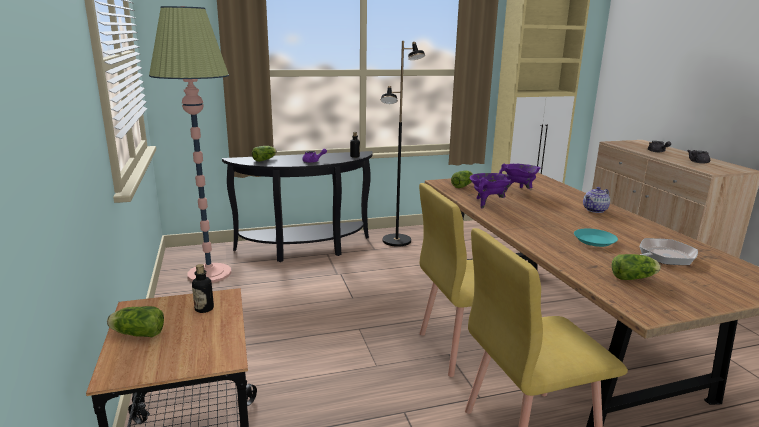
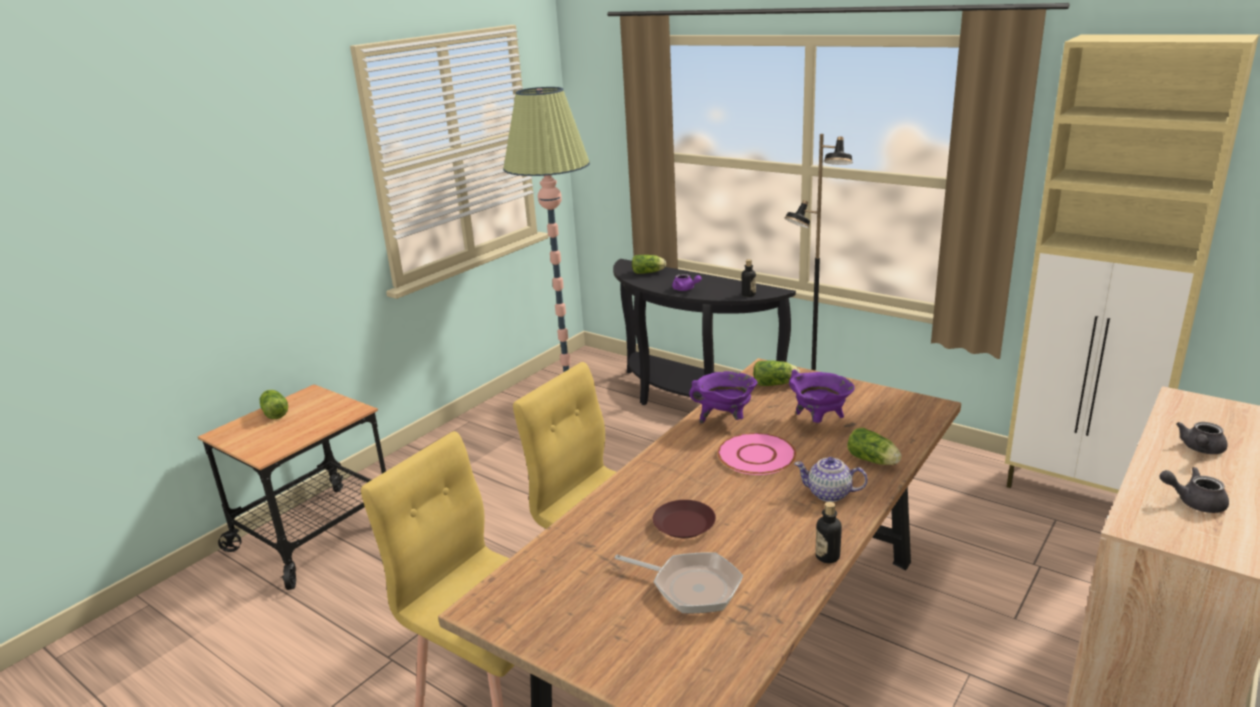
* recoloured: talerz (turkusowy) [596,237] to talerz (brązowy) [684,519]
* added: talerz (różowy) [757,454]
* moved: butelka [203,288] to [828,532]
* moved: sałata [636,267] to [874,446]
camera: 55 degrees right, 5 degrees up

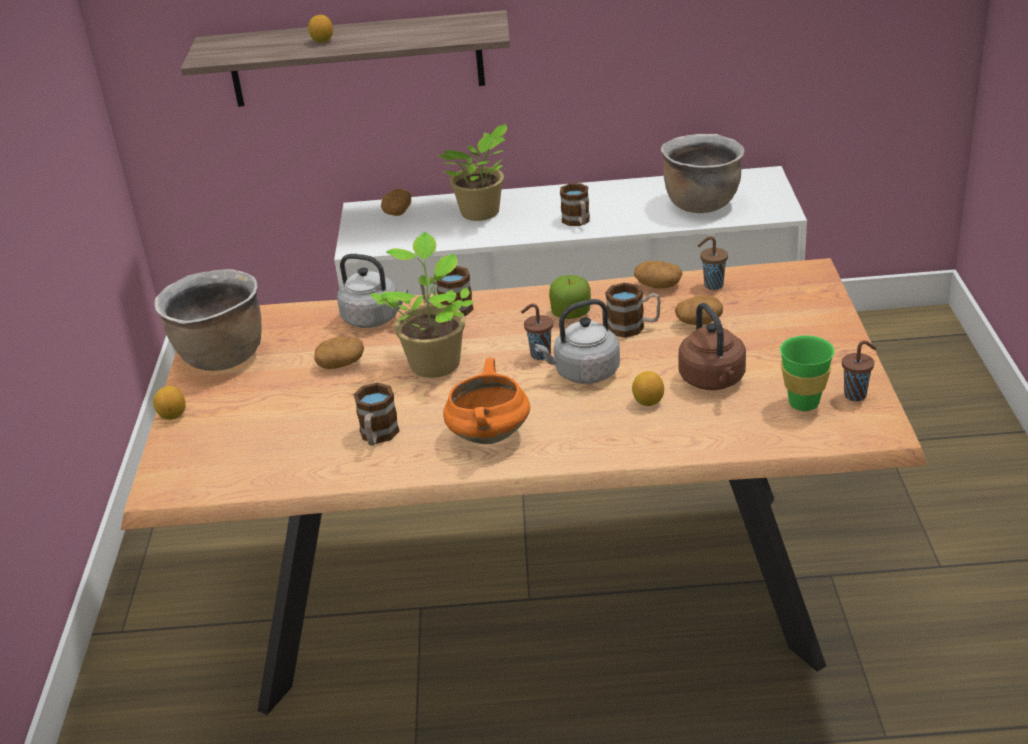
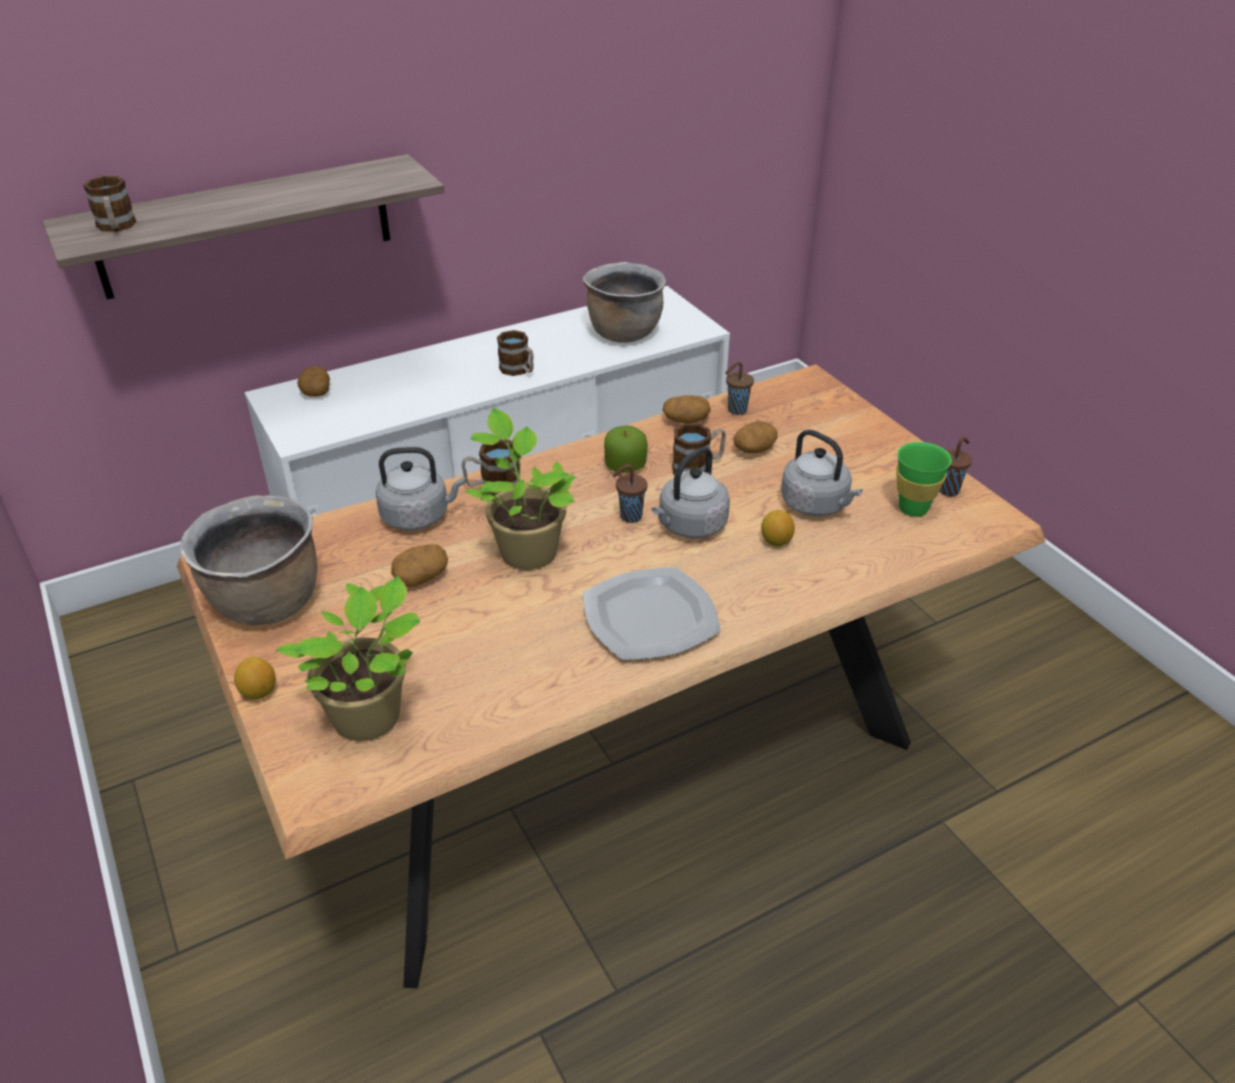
* moved: kubek [376,414] to [110,204]
* moved: roślina doniczkowa [472,172] to [348,658]
* replaced: garnek (pomarańczowy) [486,401] to talerz [652,613]
* recoloured: czajnik (brązowy) [712,346] to czajnik (szary) [821,472]
* removed: cytryna [320,29]
camera: 30 degrees left, 5 degrees up

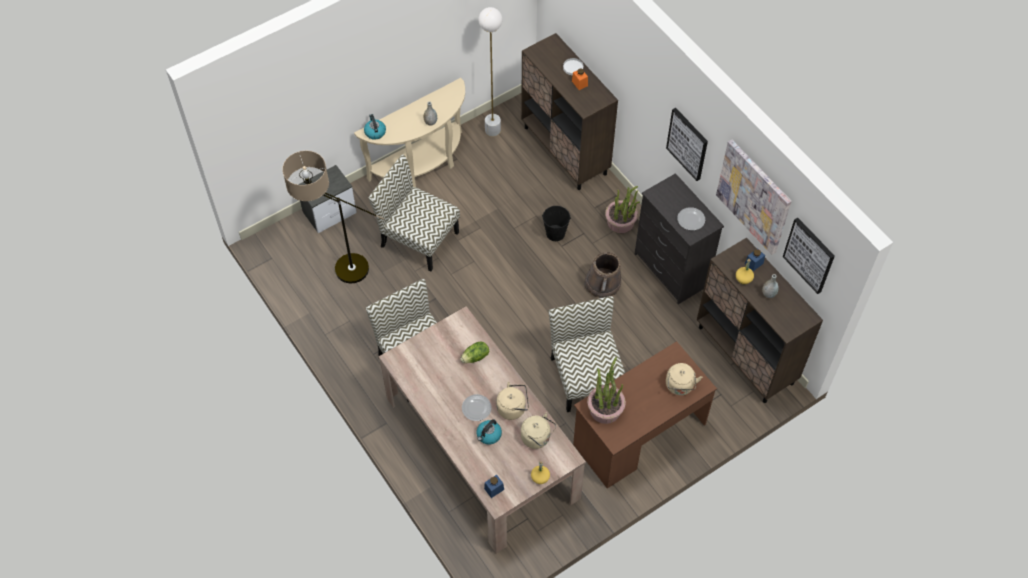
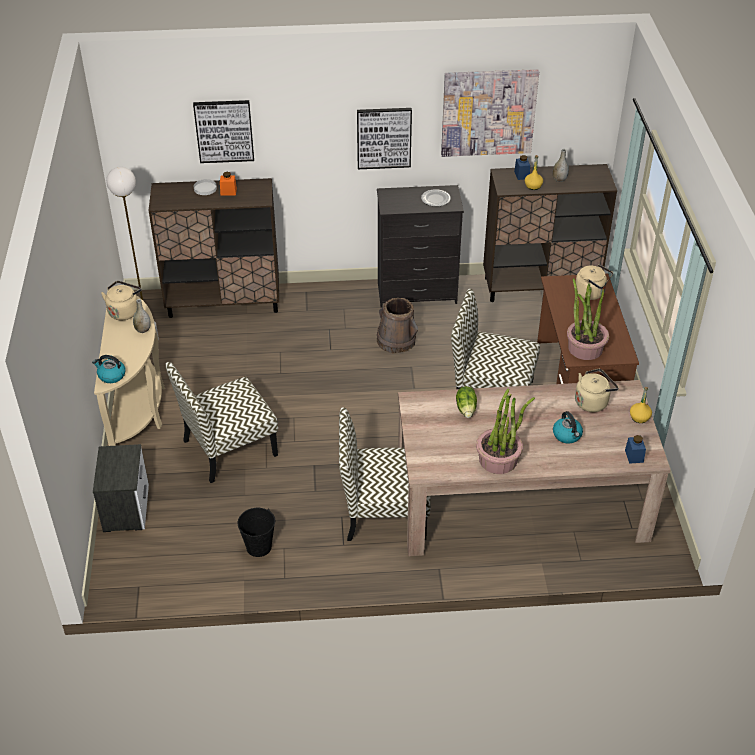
* moved: czajnik (beżowy) [512,401] to [121,300]
* moved: obraz [809,256] to [223,131]
* moved: wiadro (czarny) [556,223] to [256,532]
* moved: roślina doniczkowa [622,209] to [505,431]
* removed: lampa stojąca [333,217]
* removed: talerz [476,407]
camera: 60 degrees left, 15 degrees down

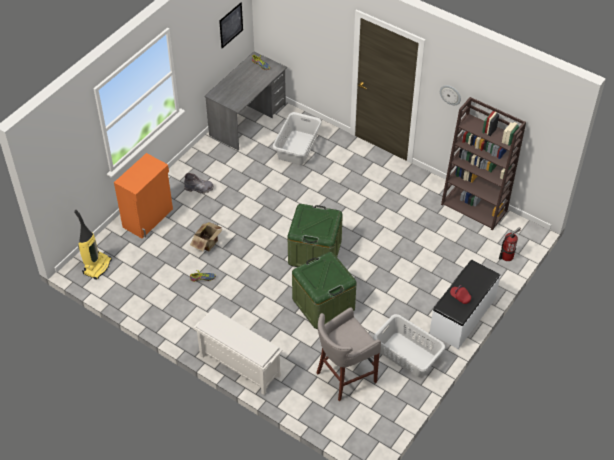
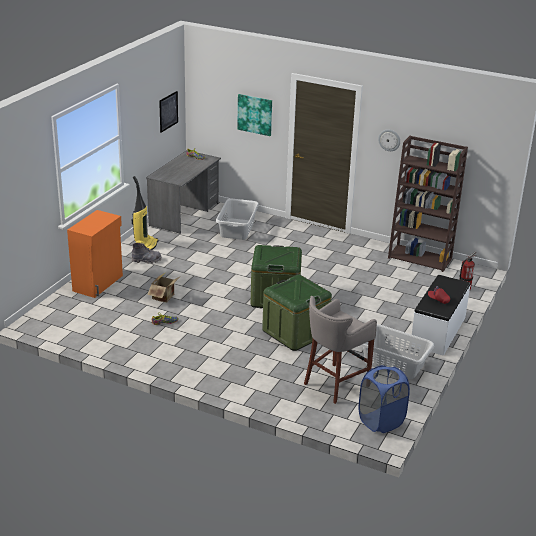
* moved: odkurzacz [93,245] to [145,213]
* added: obraz [254,115]
* added: kosz na pranie (niebieski) [384,399]
* removed: regał na buty (biały) [238,351]
camera: 10 degrees left, 20 degrees down

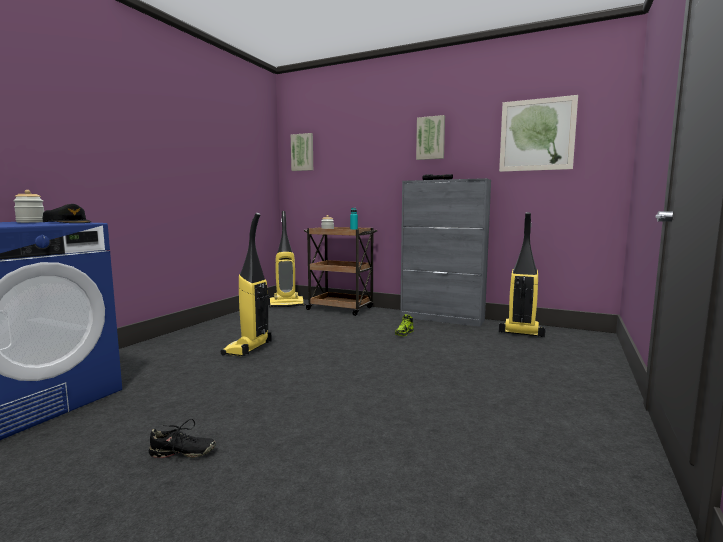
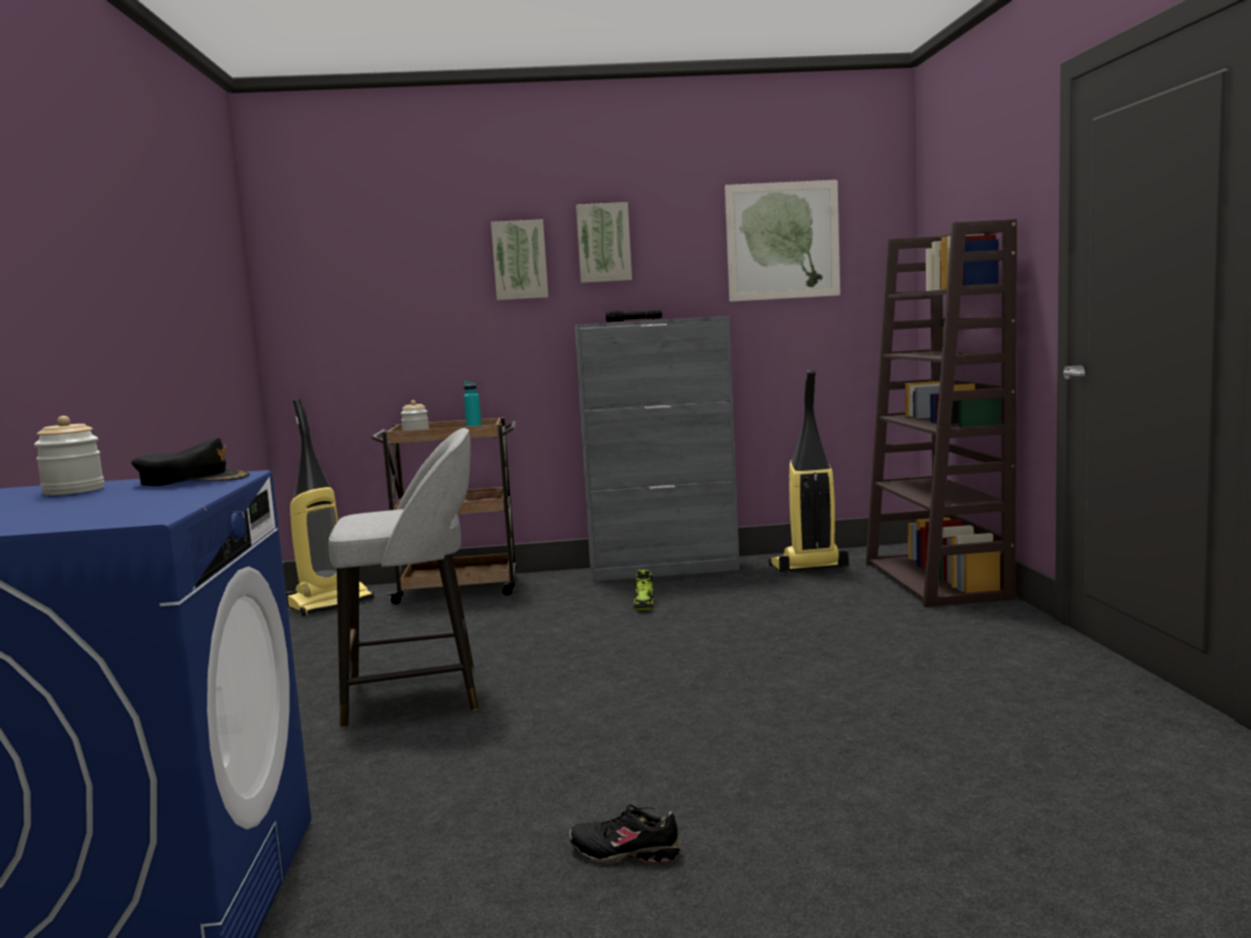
* replaced: odkurzacz [246,284] to stołek (szary) [403,577]
* moved: obraz [302,152] to [519,259]
* turned: but (czarny) [182,438] = [625,834] 135 degrees counterclockwise
* added: regał (brązowy) [941,413]
camera: 30 degrees left, 0 degrees up

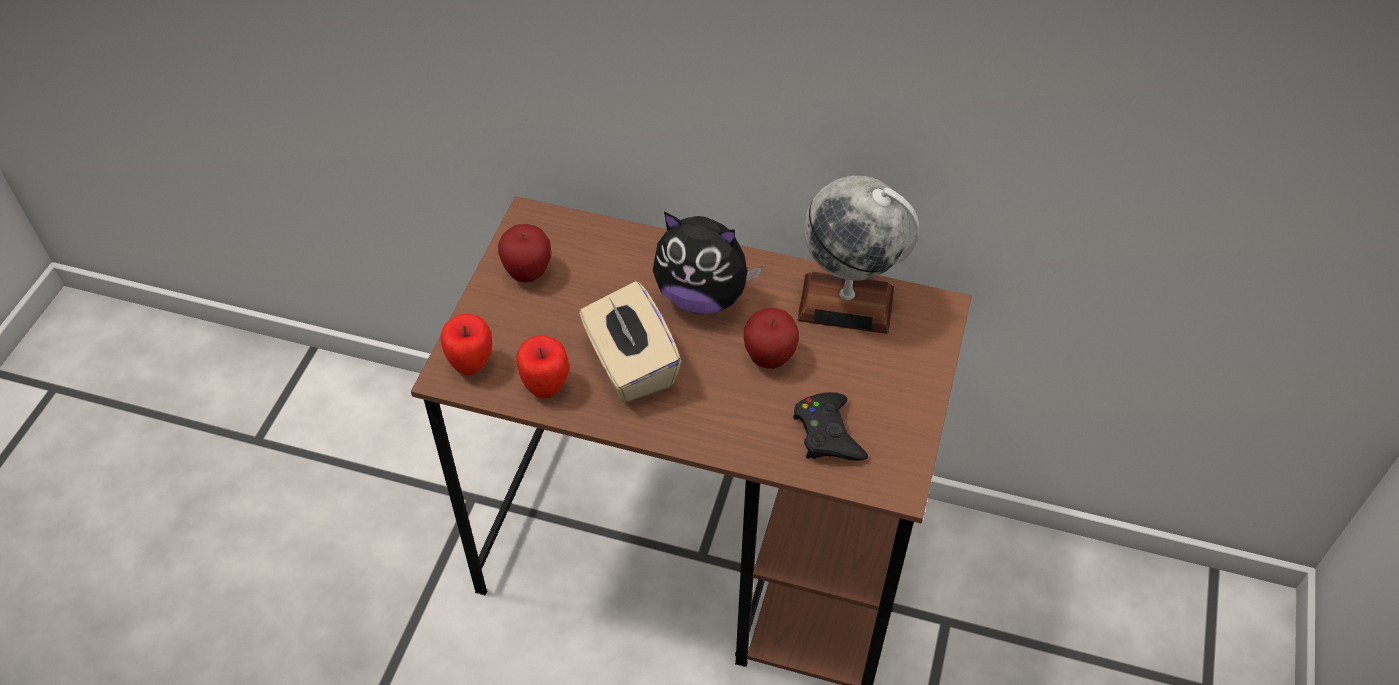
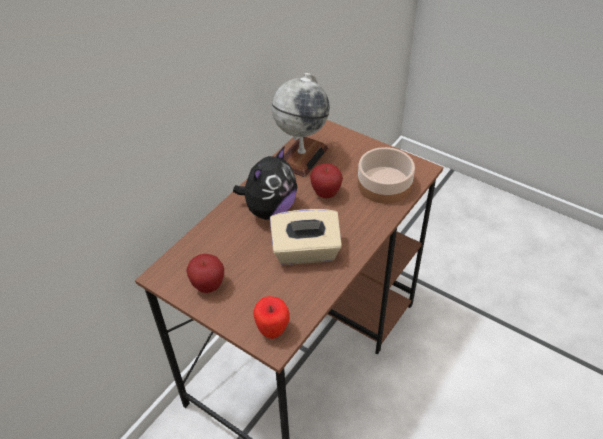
* replaced: pad do gier (czarny) [830,426] to miska [386,175]
* removed: jabłko [543,367]
camera: 70 degrees left, 5 degrees down

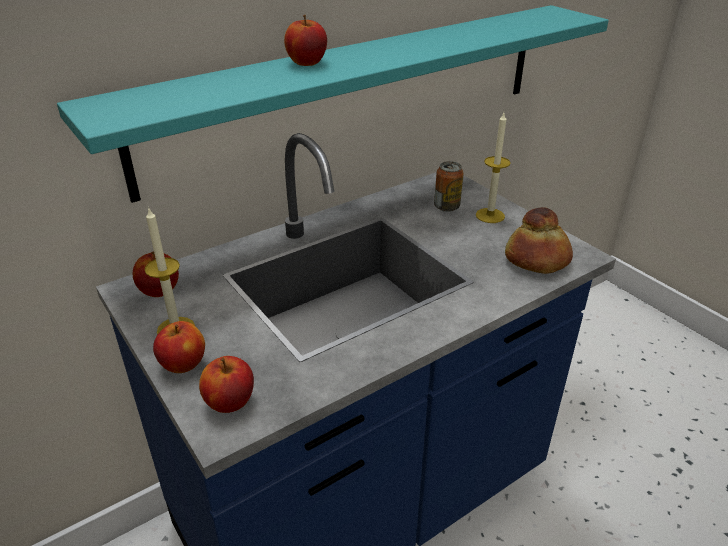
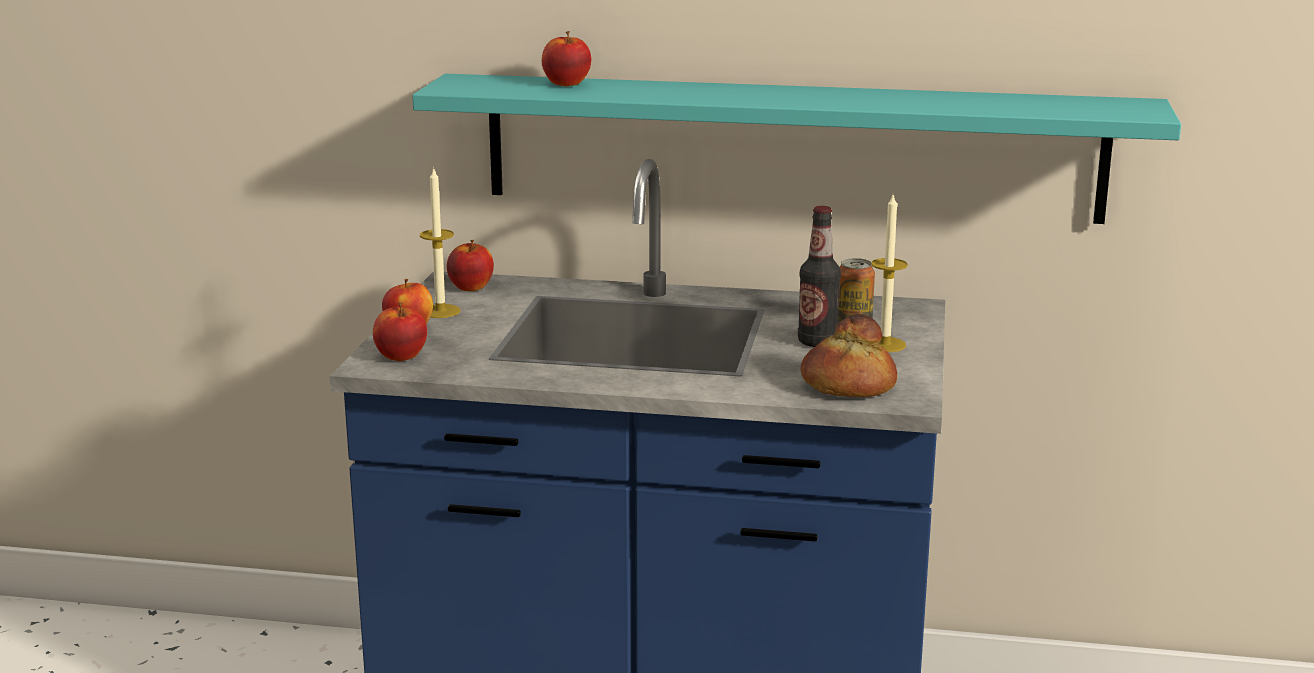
* moved: jabłko [305,40] to [566,58]
* added: butelka [819,276]
camera: 45 degrees right, 15 degrees down

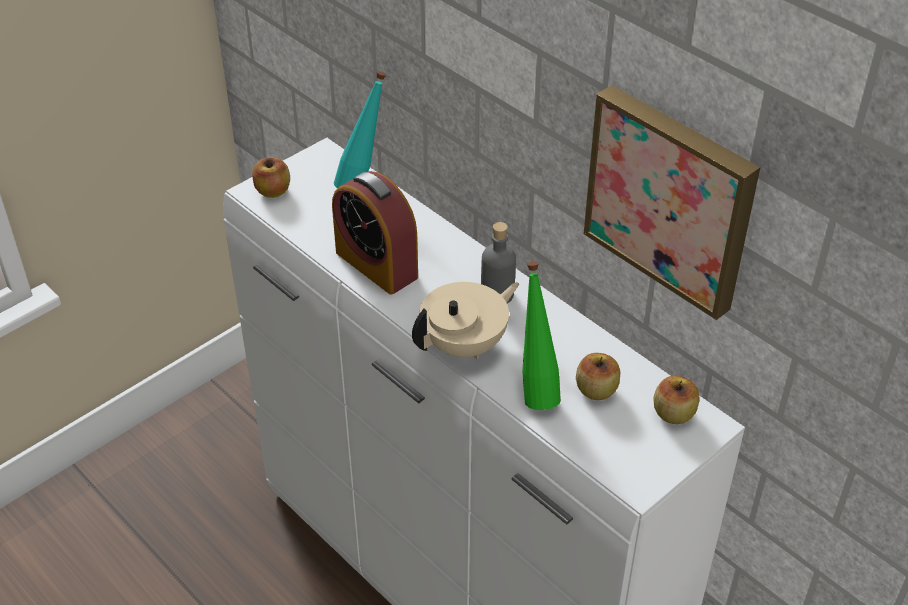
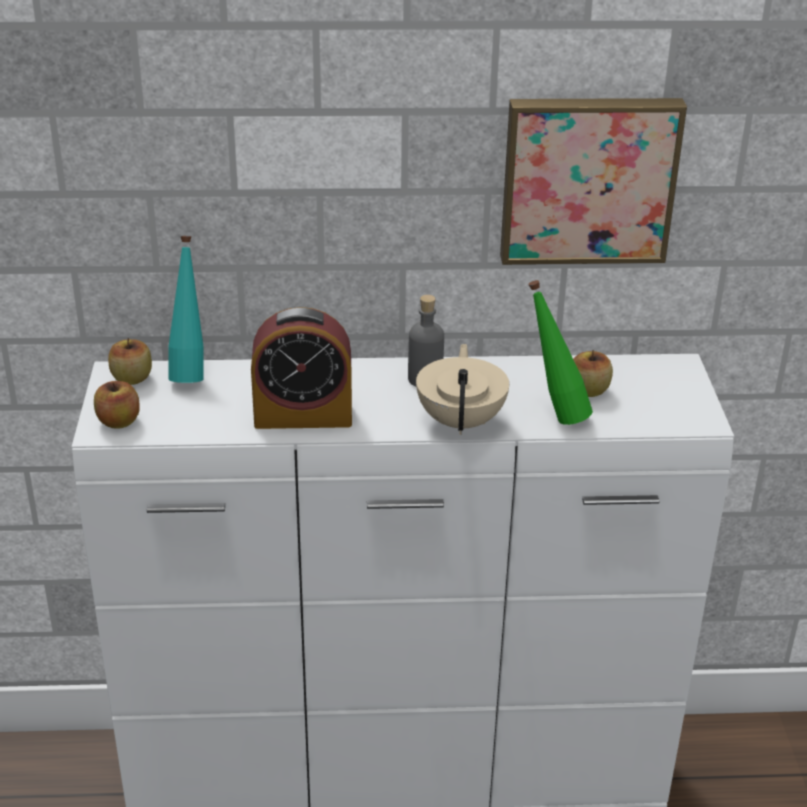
* moved: jabłko [676,400] to [130,361]
camera: 50 degrees left, 10 degrees down

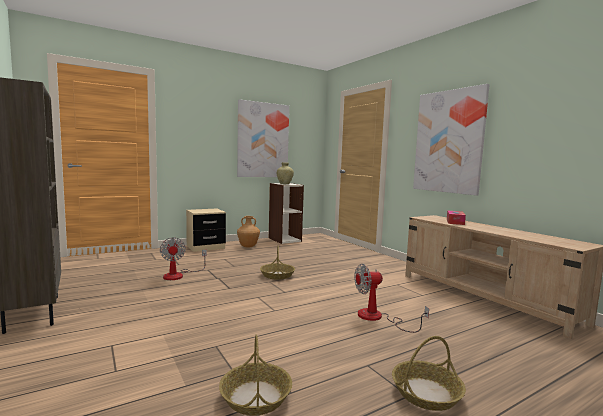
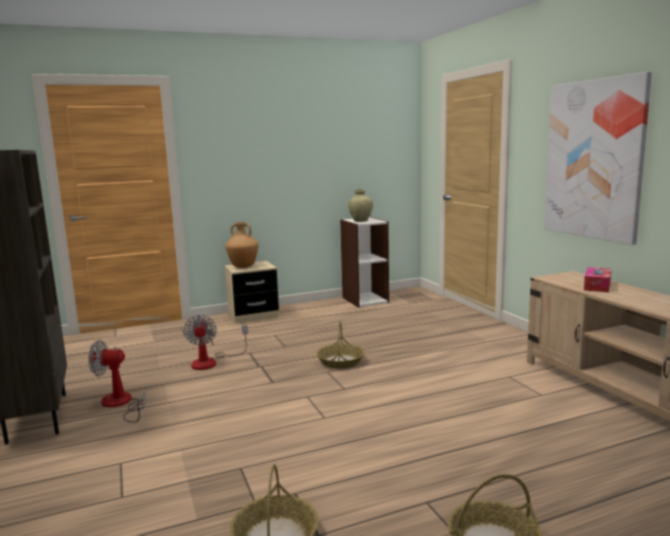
* moved: wentylator [391,298] to [117,381]
* moved: wazon (brązowy) [248,232] to [242,245]
* removed: obraz [263,138]
camera: 10 degrees right, 5 degrees up

